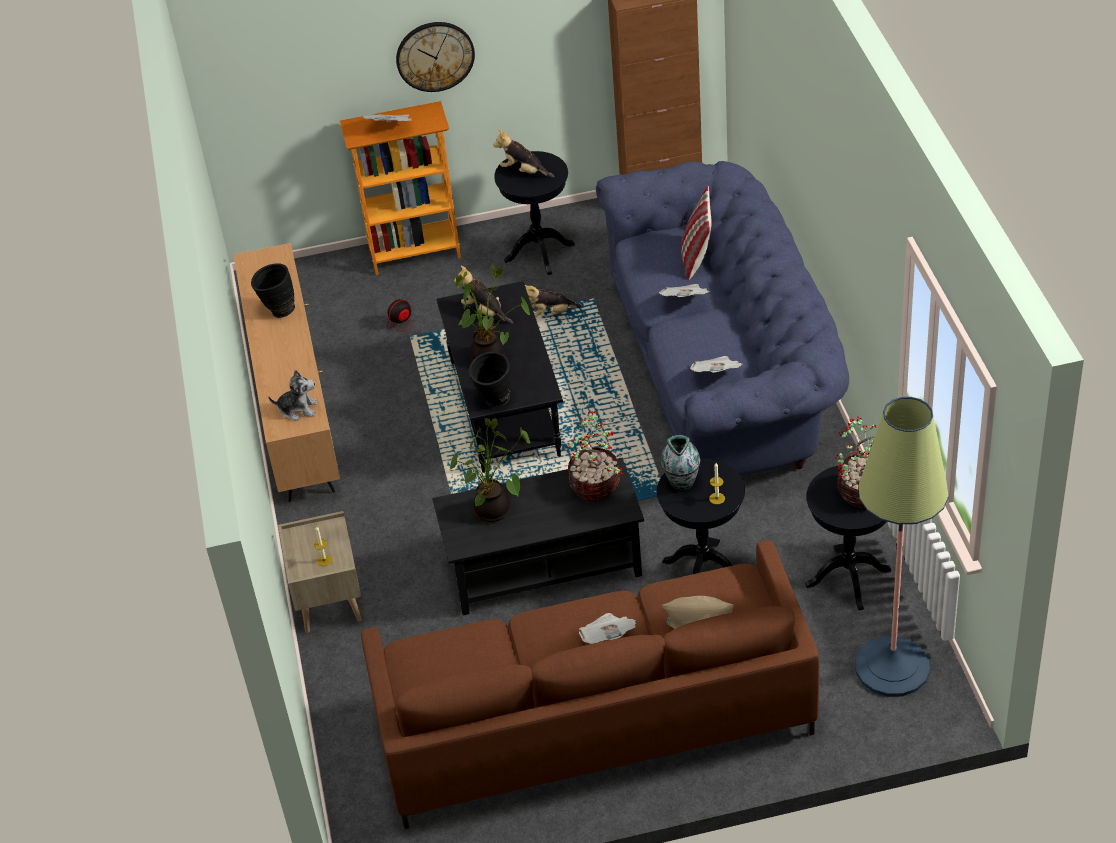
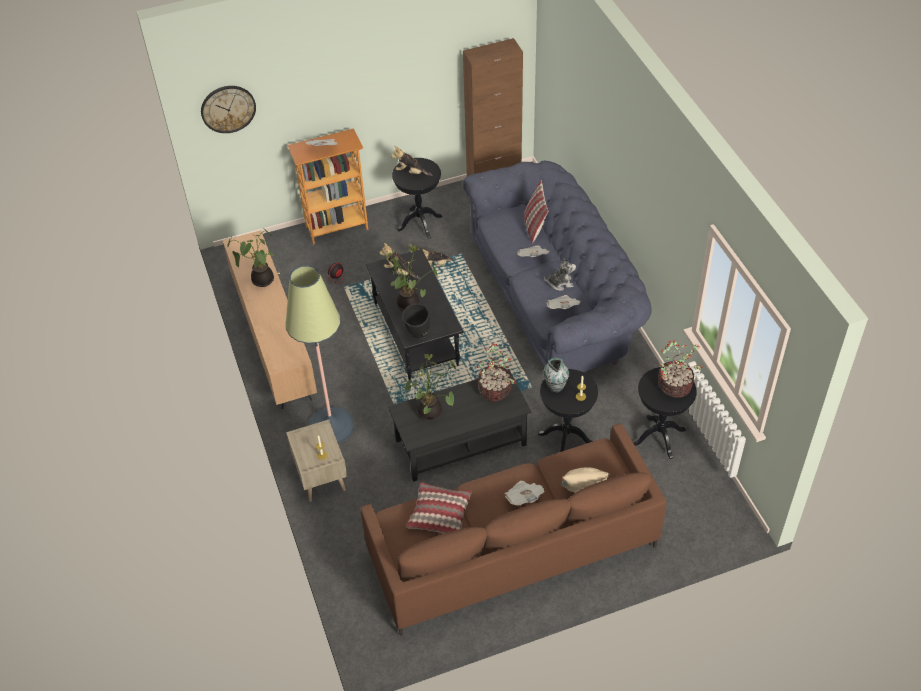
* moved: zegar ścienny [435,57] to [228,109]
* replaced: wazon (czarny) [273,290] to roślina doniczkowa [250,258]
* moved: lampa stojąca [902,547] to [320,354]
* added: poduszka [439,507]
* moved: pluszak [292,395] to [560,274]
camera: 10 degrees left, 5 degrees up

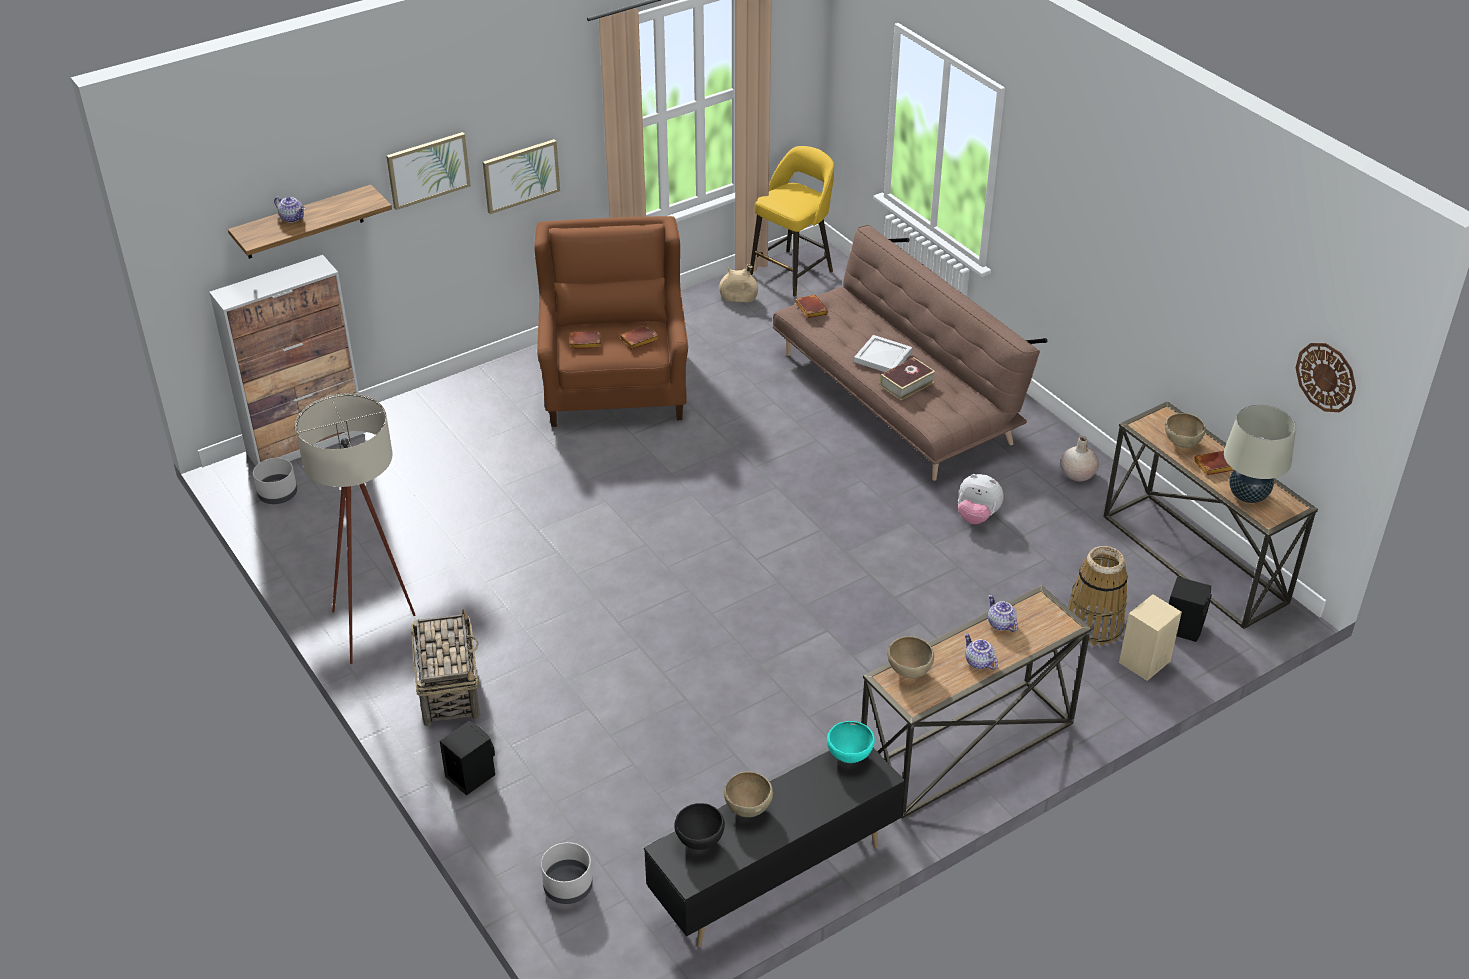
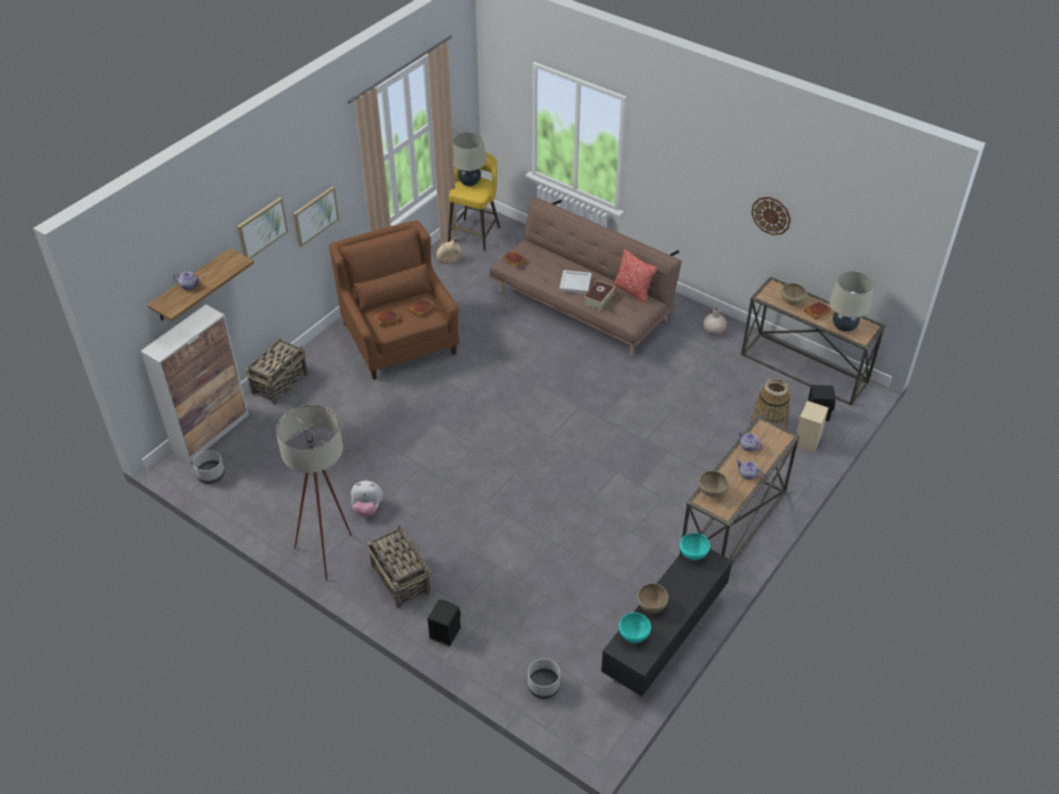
* added: koszyk [276,372]
* moved: pluszak [981,499] to [367,499]
* added: lampa stołowa (beżowy) [469,159]
* added: poduszka [635,277]
* recoloured: miska (czarny) [699,826] to miska (turkusowy) [635,627]
* moved: zegar ścienny [1325,377] to [771,216]
camera: 20 degrees left, 5 degrees up

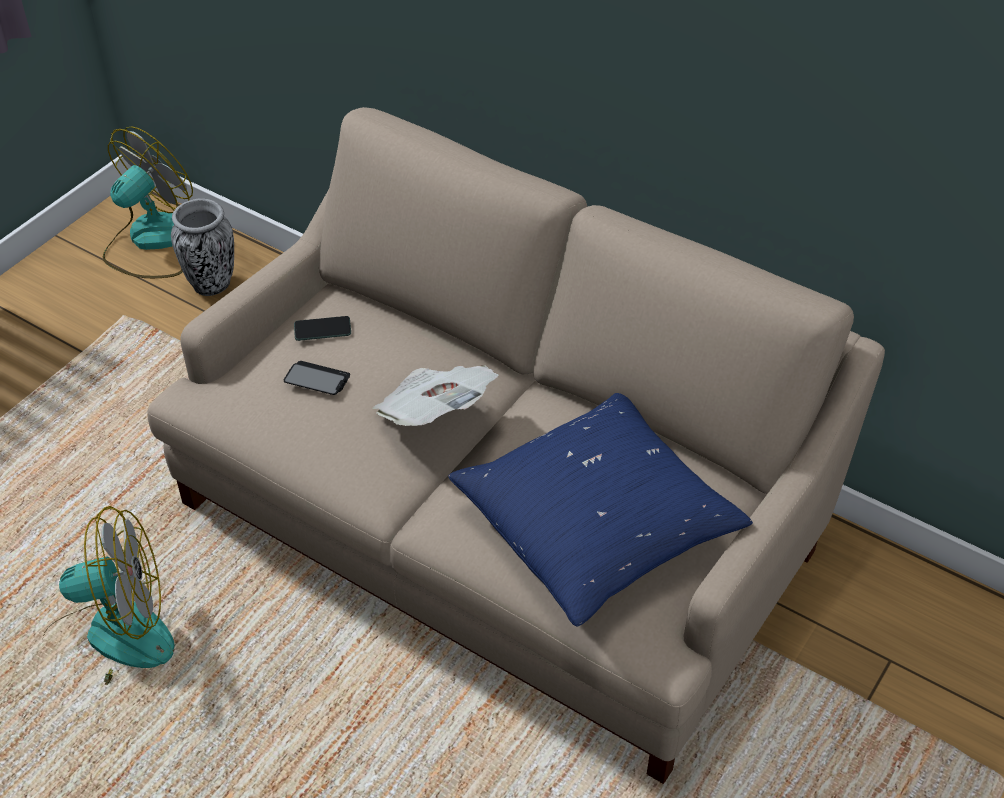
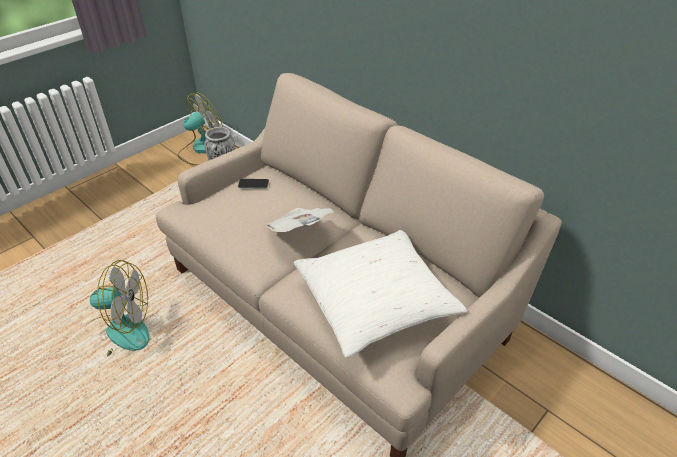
* recoloured: poduszka (niebieski) [600,509] to poduszka (biały) [381,294]
* removed: telefon [317,378]
camera: 10 degrees right, 5 degrees down

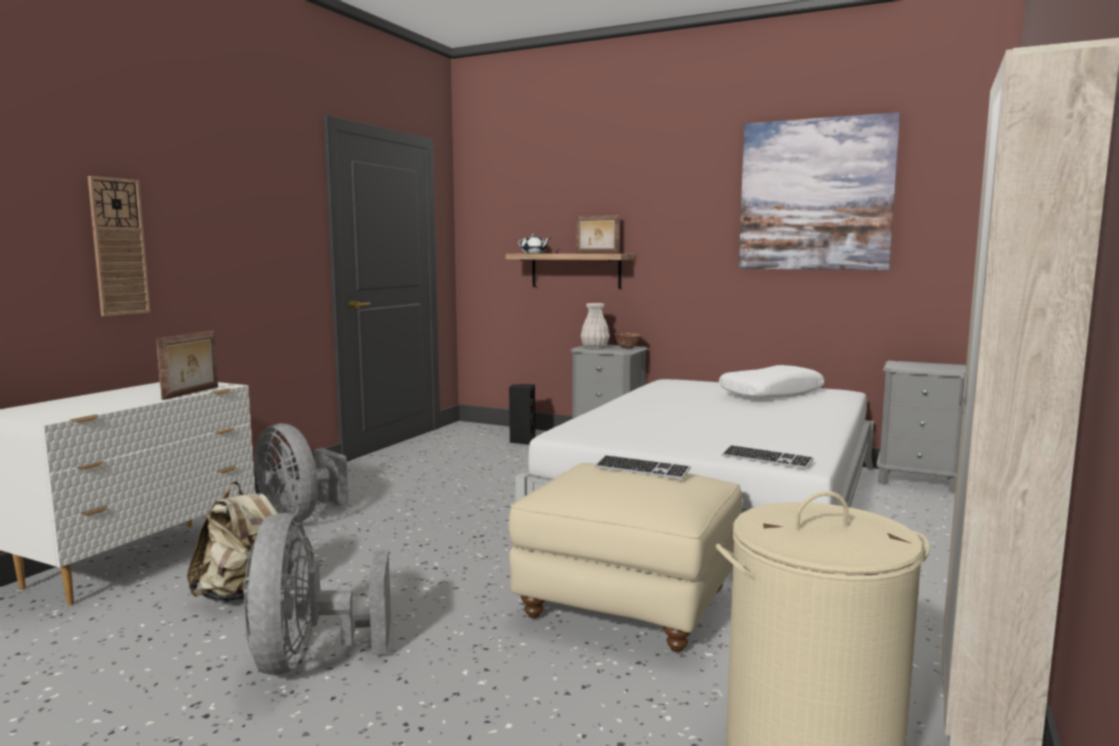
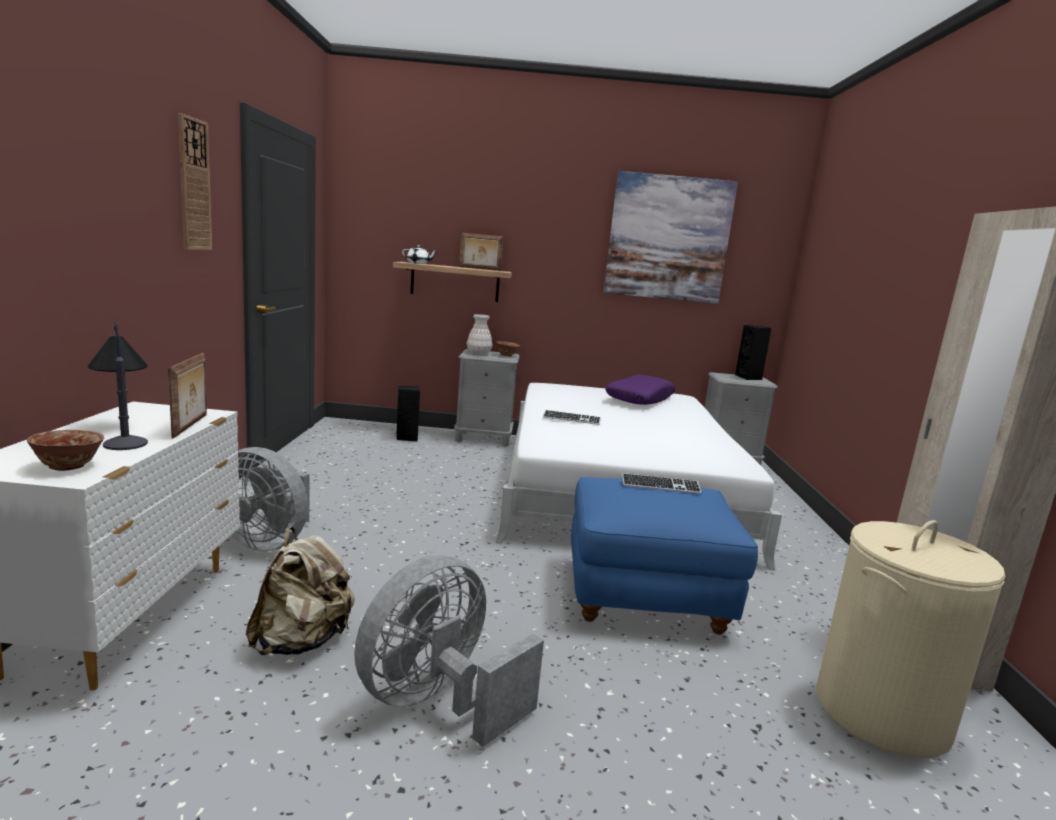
* added: miska [65,450]
* added: lampa stołowa [118,386]
* moved: zegar ścienny [119,246] to [195,181]
* turned: wentylator (szary) [317,594] = [449,651] 75 degrees clockwise
* moved: klawiatura [768,457] to [572,417]
* recoloured: pufa (beżowy) [625,558] to pufa (niebieski) [664,556]
* recoloured: poduszka (biały) [772,381] to poduszka (fioletowy) [640,390]
* added: głośnik (czarny) [753,352]
camera: 25 degrees left, 5 degrees up

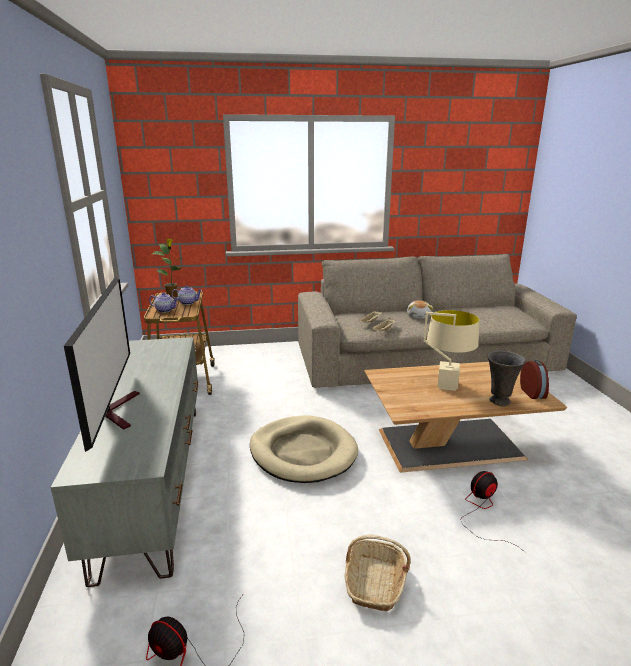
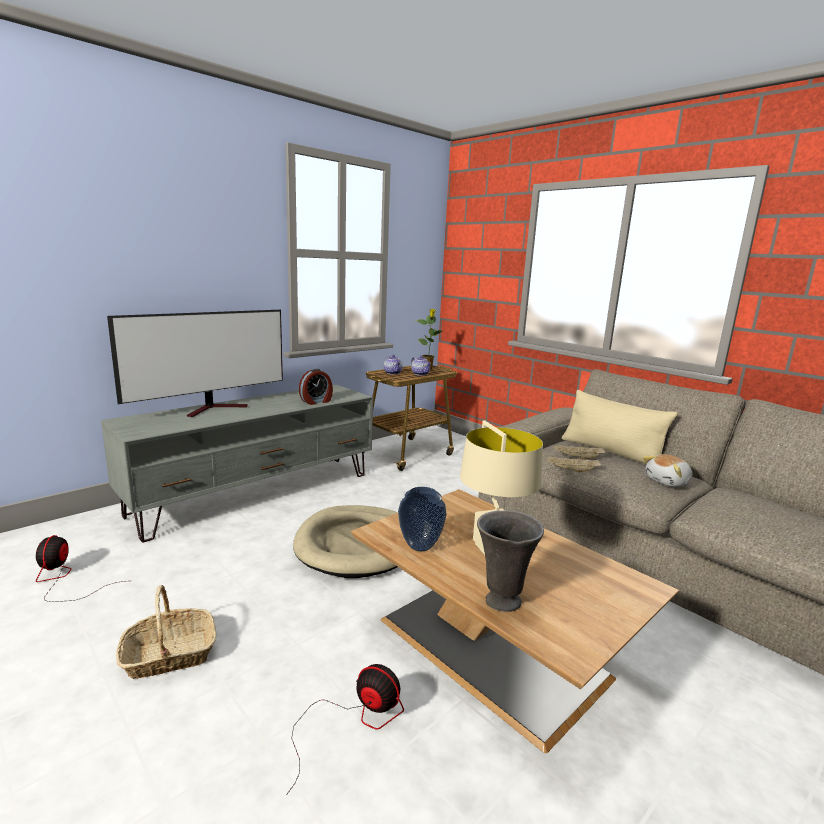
* moved: budzik [534,379] to [316,387]
* added: wazon [422,519]
* added: poduszka (beżowy) [620,427]
camera: 55 degrees right, 5 degrees down

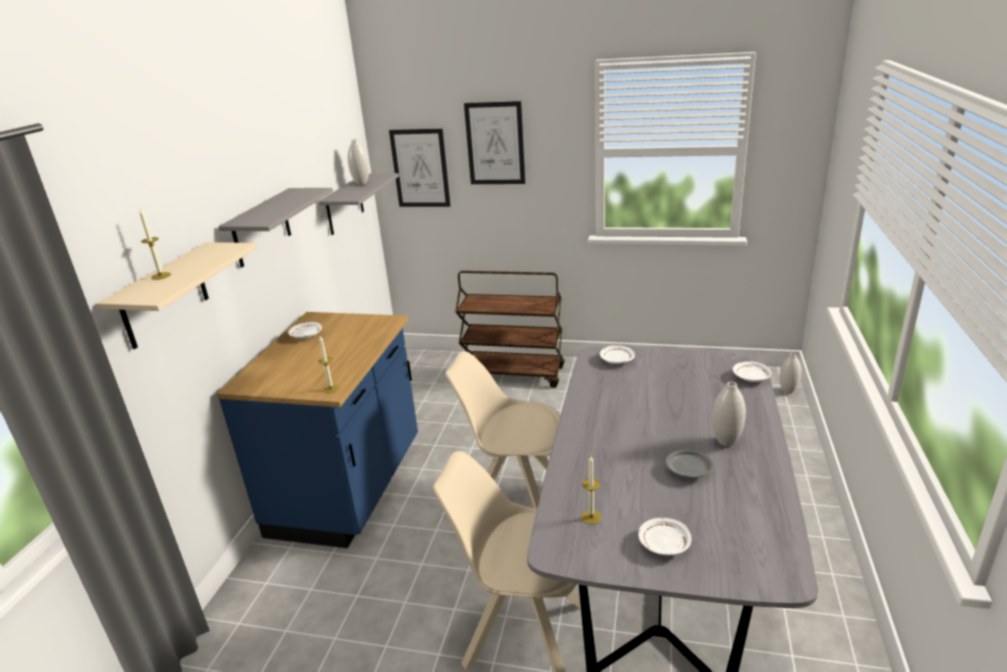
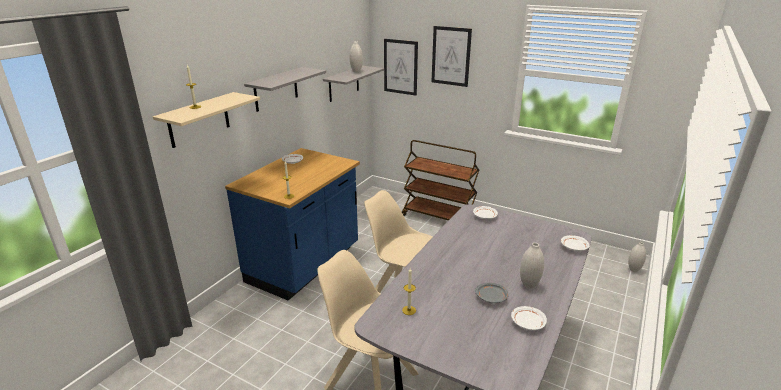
* moved: talerz (biały) [664,536] to [529,318]
camera: 15 degrees right, 0 degrees up

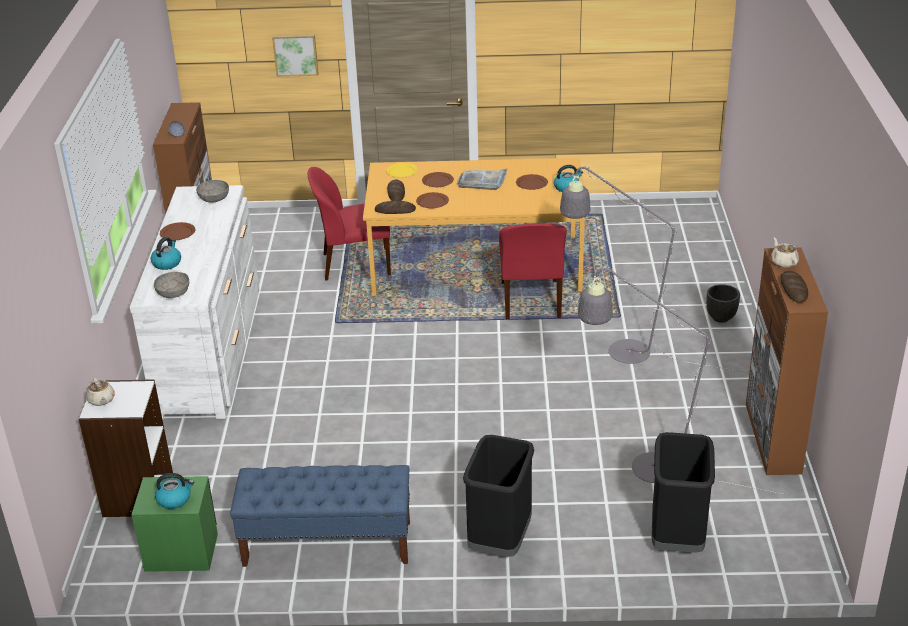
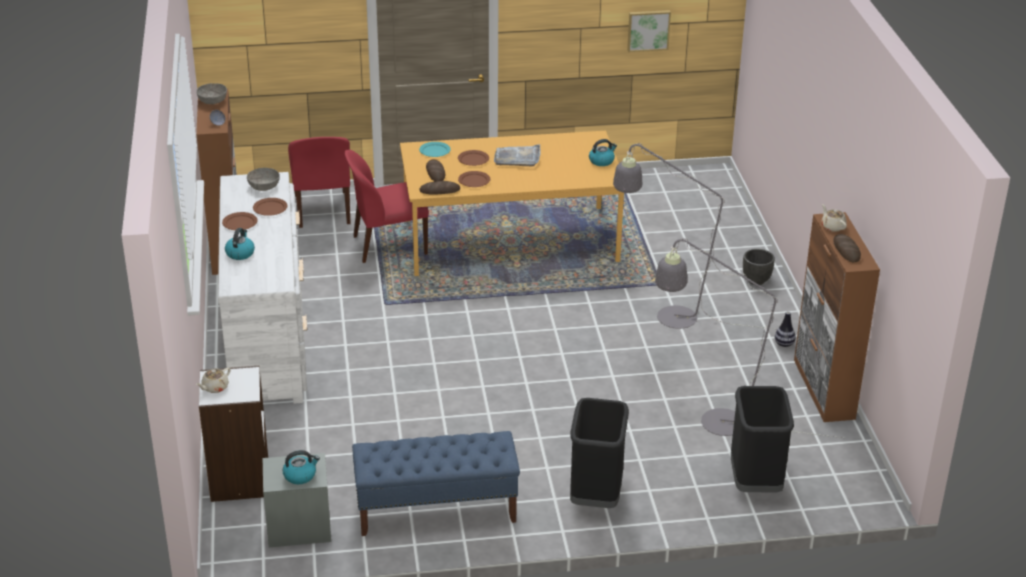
* turned: imbryk (beżowy) [100,392] = [213,380] 75 degrees clockwise
* moved: miska (szary) [171,285] to [212,93]
* moved: talerz (brązowy) [532,182] to [270,207]
* recoloured: szafka nocna (zielony) [174,524] to szafka nocna (szary) [297,500]
* moved: krzesło (czerwony) [533,272] to [319,182]
* recoloured: talerz (żółty) [402,170] to talerz (turkusowy) [435,149]
* moved: obraz [295,55] to [649,31]
* added: wazon [785,329]
camera: 10 degrees left, 0 degrees up

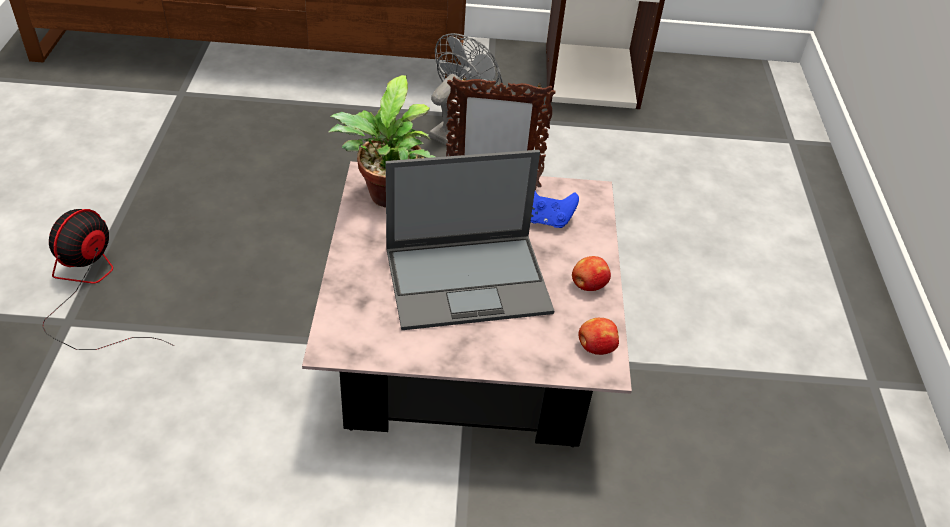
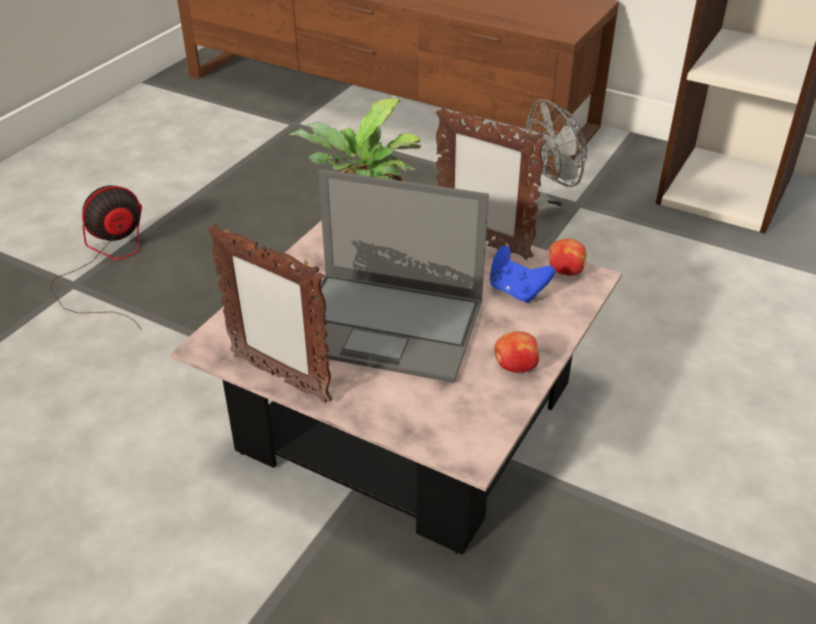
* added: ramka na zdjęcie [270,313]
* moved: jabłko [598,336] to [567,257]
camera: 30 degrees right, 5 degrees down

